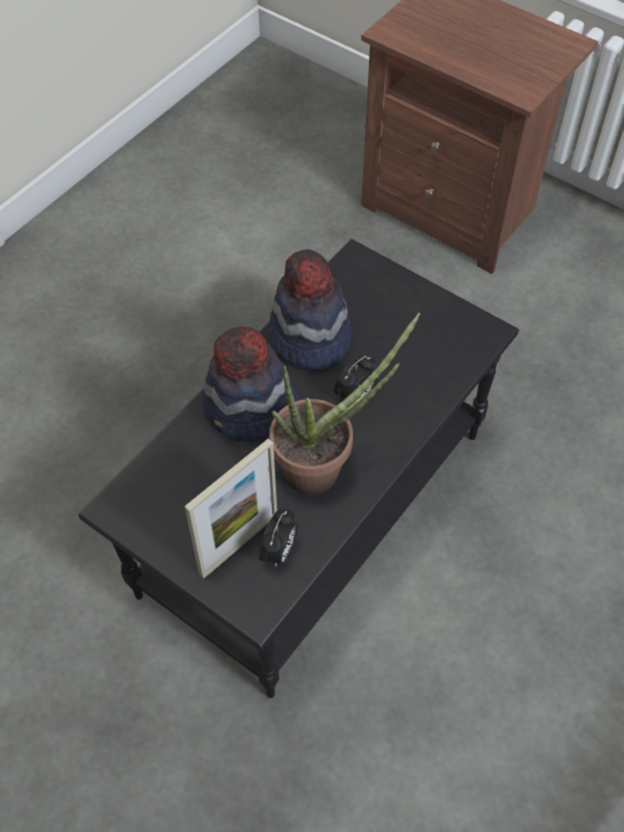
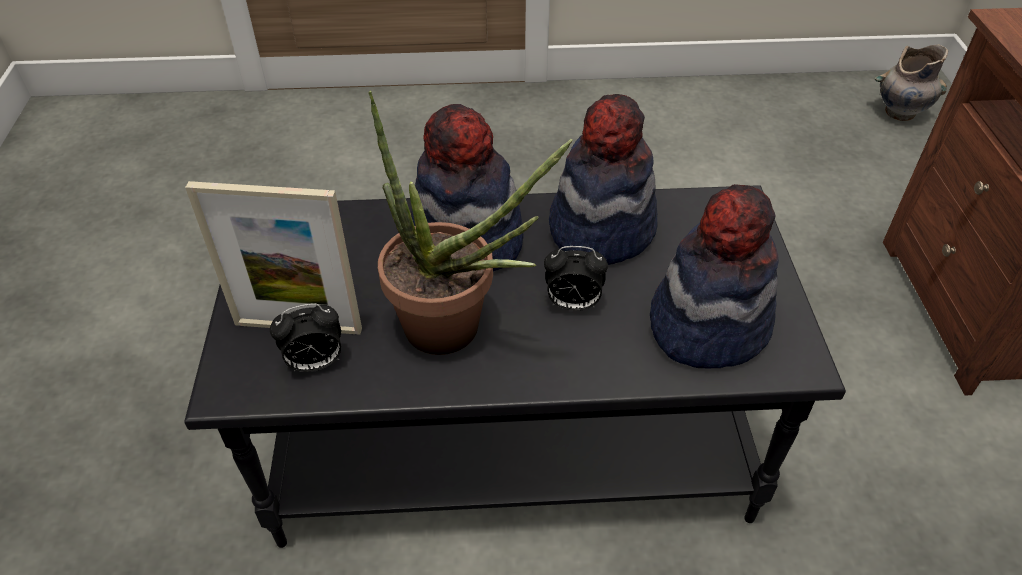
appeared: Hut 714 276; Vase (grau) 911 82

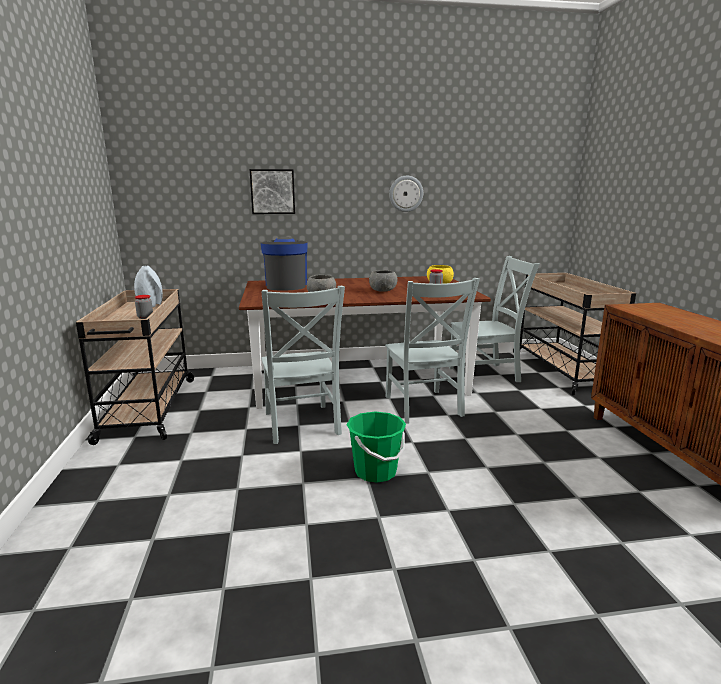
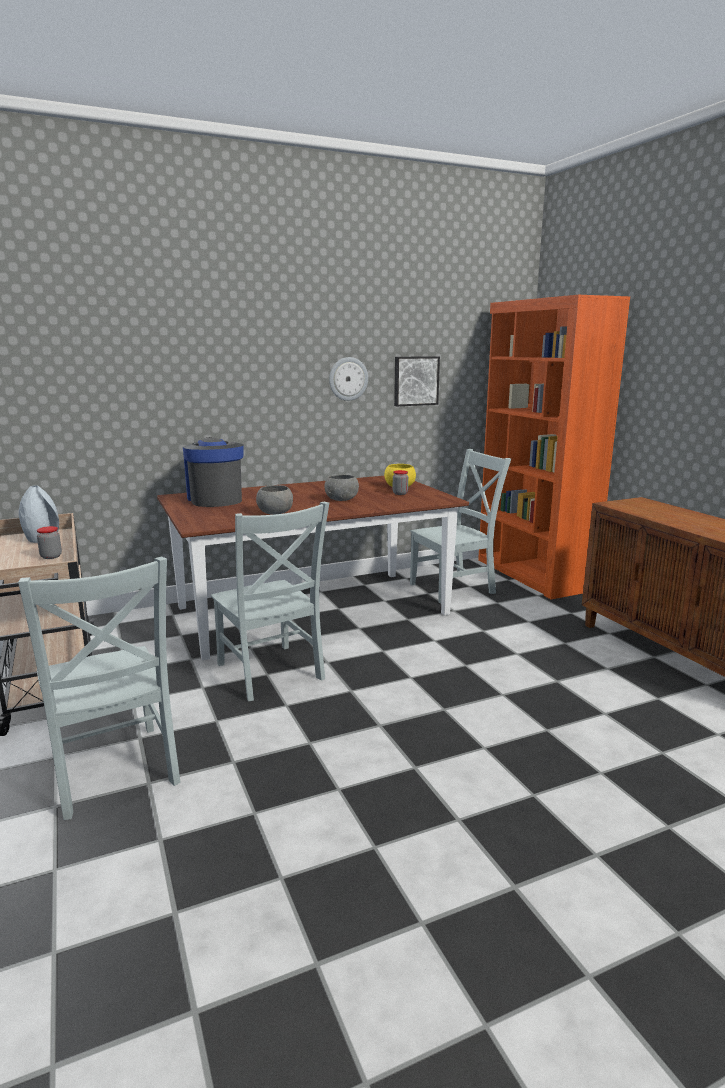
missing: Eimer (grün) 376 447
relocated: Bild 272 191 to 417 381; Stuhl (grau) 432 350 to 99 688
exchanged: Rollwagen (beige) 574 334 to Bücherregal (orange) 554 447

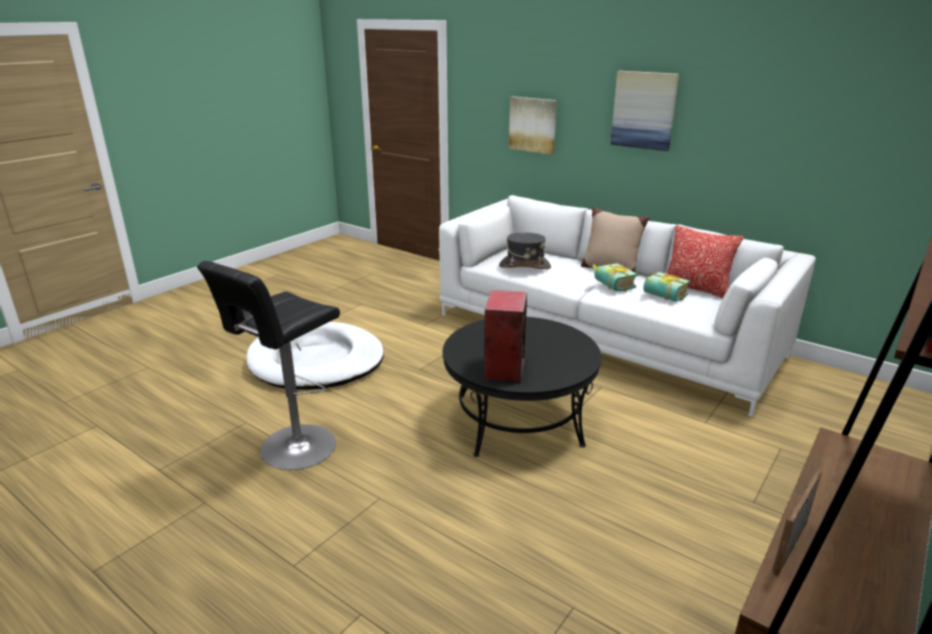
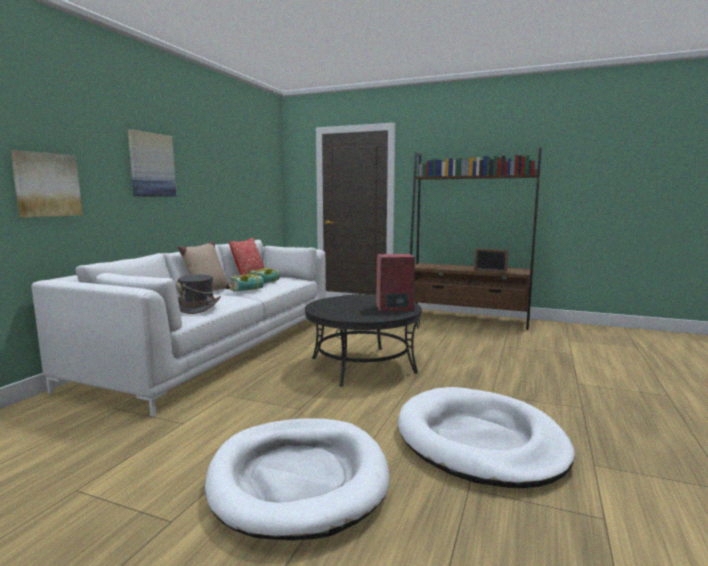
exchanged: Hocker (schwarz) 268 365 to Hundebett (weiß) 486 437

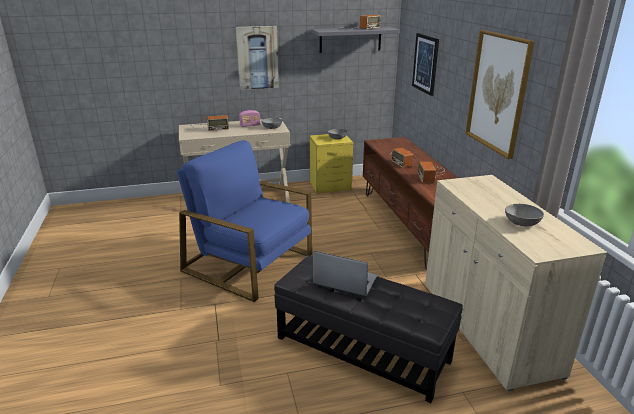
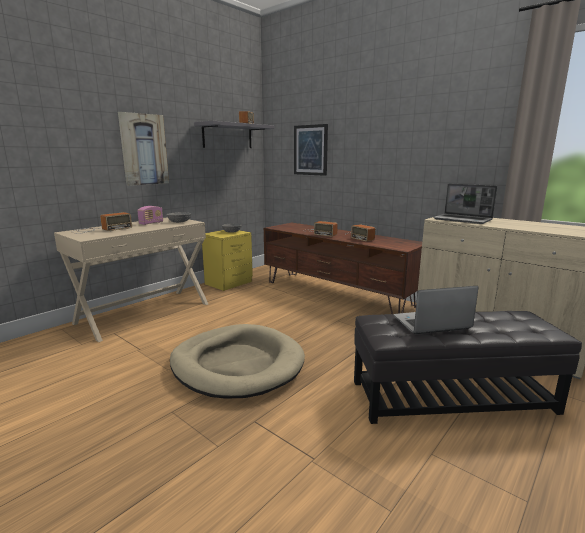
missing: Bild 500 94; Schüssel (grau) 524 215
appeared: Laptop 465 203
exchanged: Sessel (blau) 244 221 to Hundebett (beige) 237 361

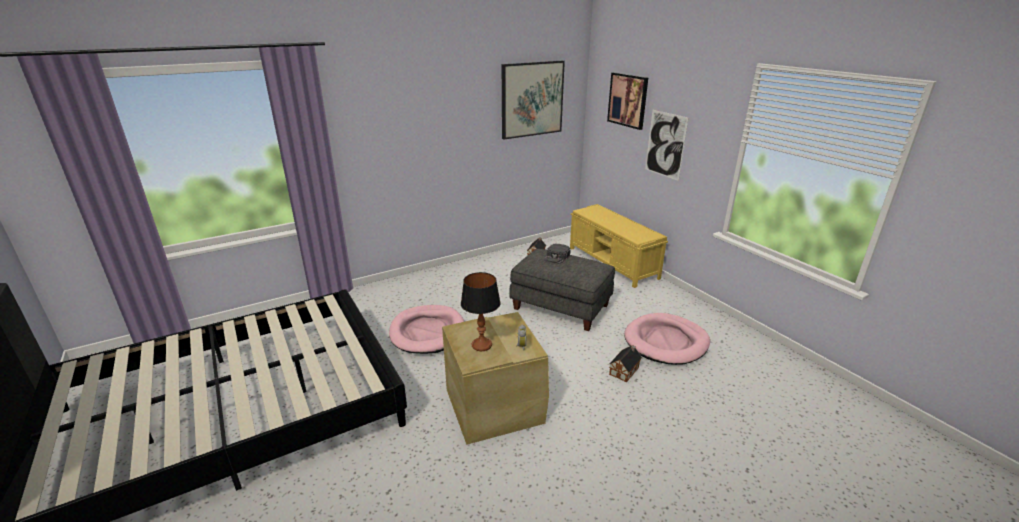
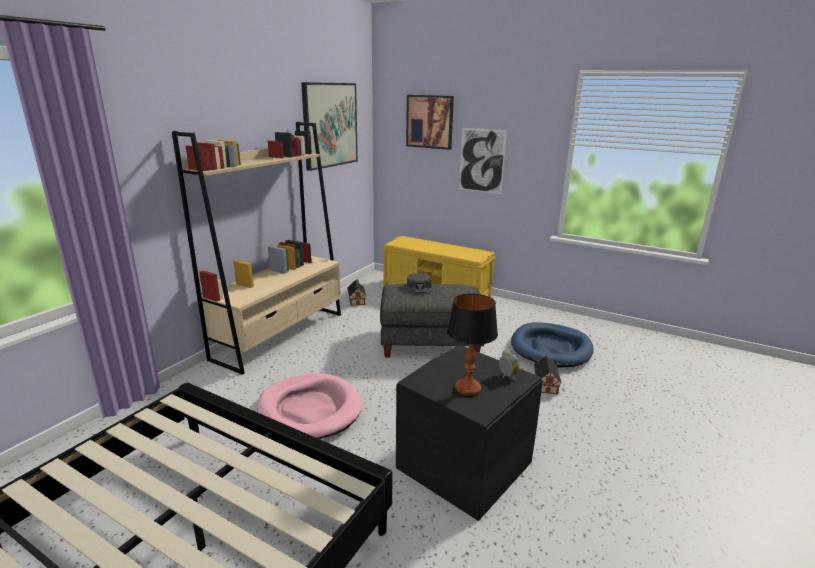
appeared: Bücherregal (beige) 256 248
colour: Aufbewahrungsbox (beige) 495 378 to Aufbewahrungsbox (schwarz) 469 433; Hundebett (rosa) 667 339 to Hundebett (blau) 552 345

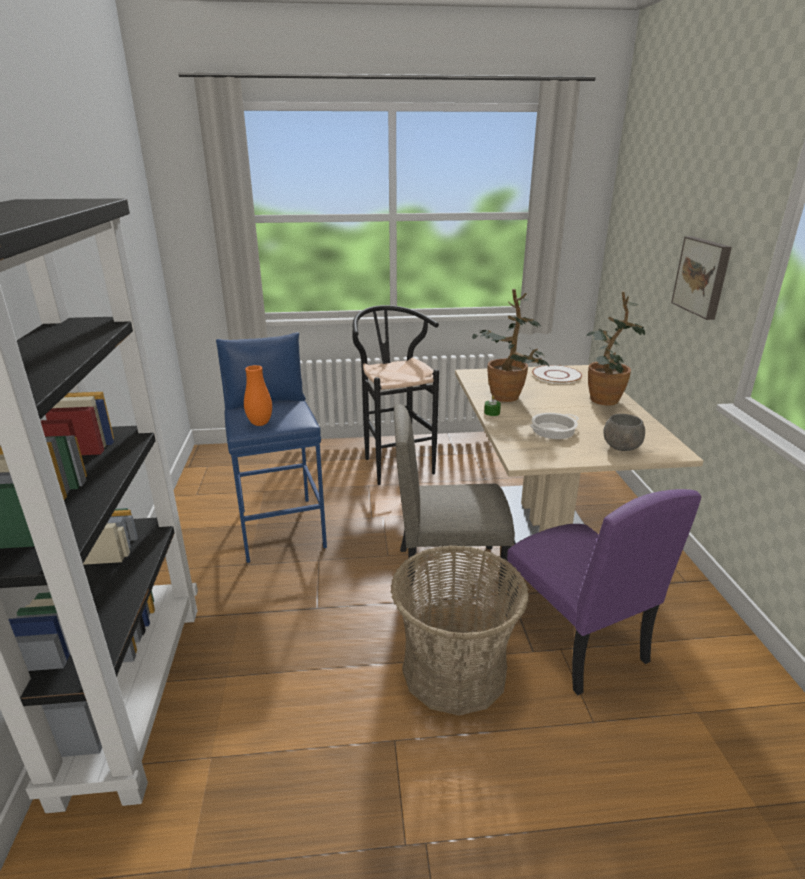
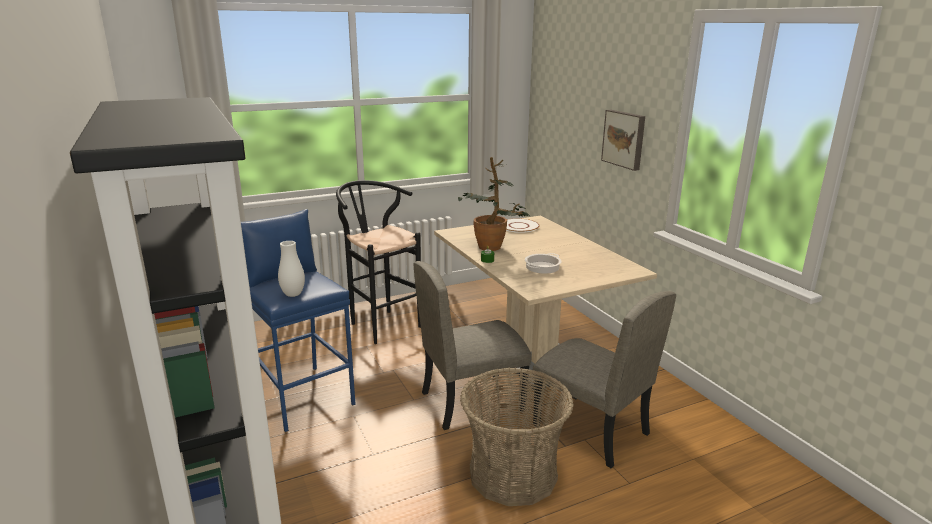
missing: Topfpflanze 615 348; Schüssel (grau) 624 432
colour: Vase (orange) 258 395 to Vase (weiß) 291 269; Stuhl (lila) 603 592 to Stuhl (beige) 604 379

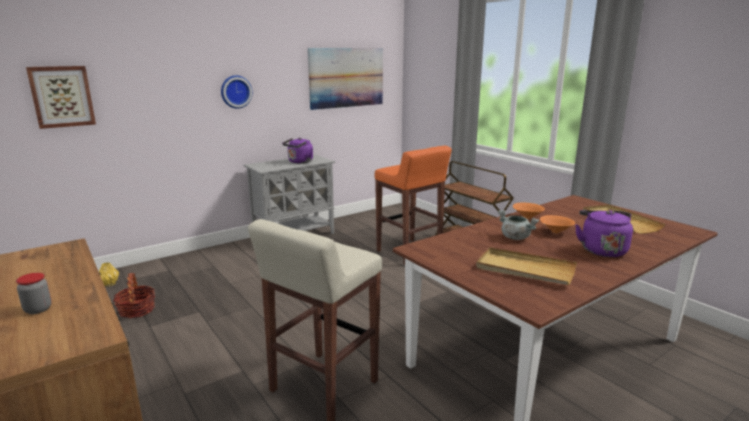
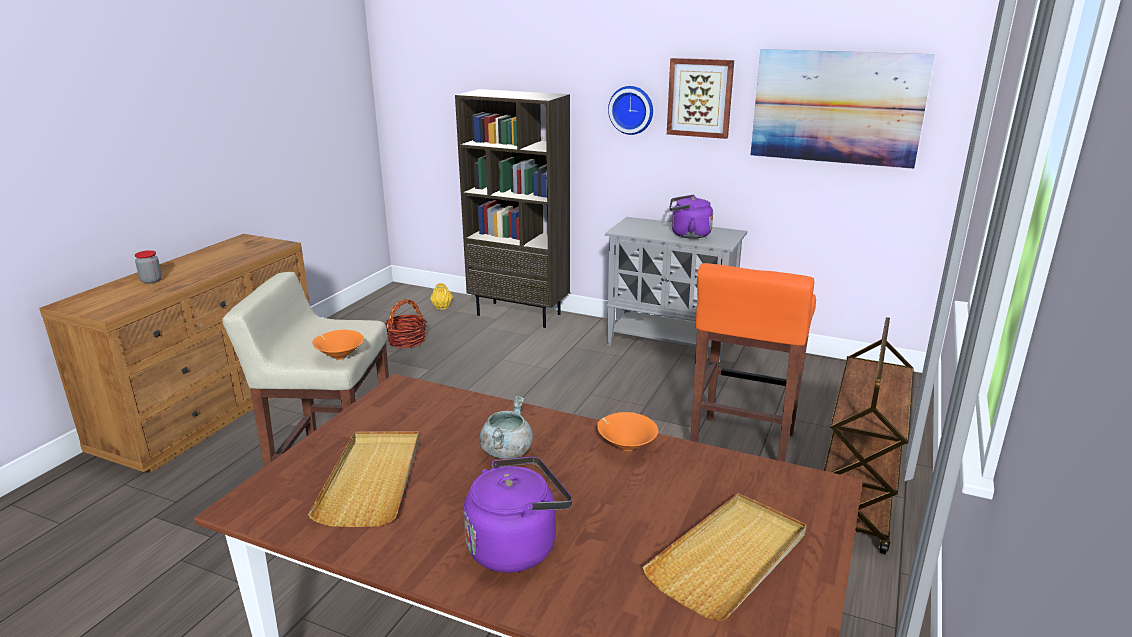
appeared: Bücherregal (braun) 512 208
relocated: Bild 61 97 to 700 98; Schüssel (orange) 557 224 to 338 345

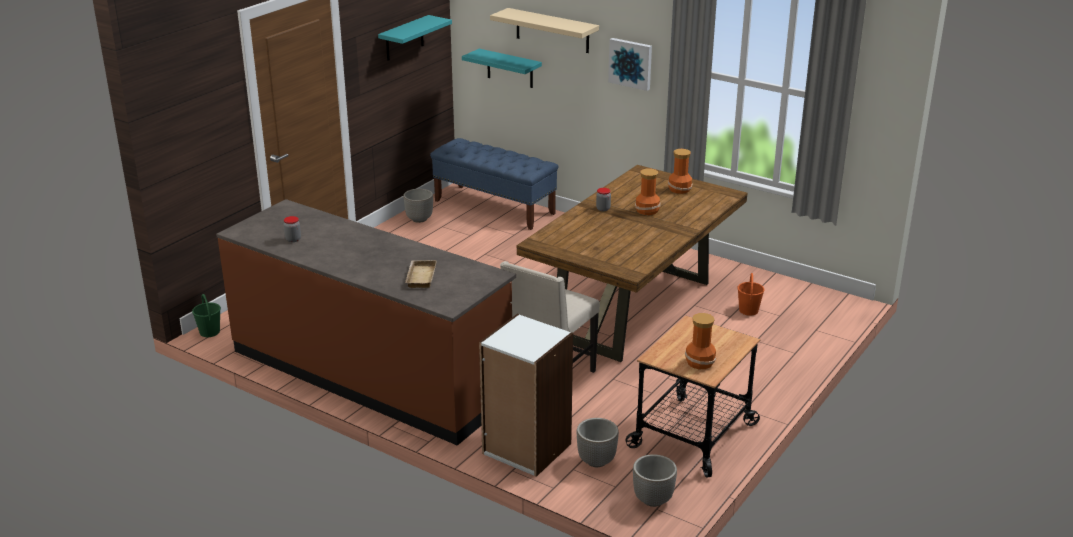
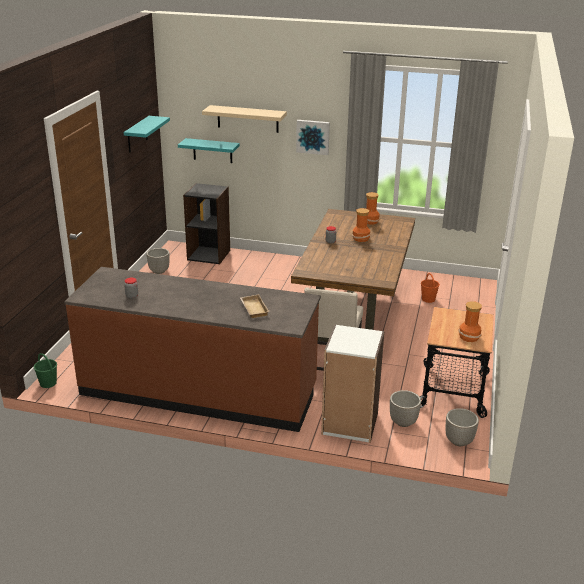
exchanged: Bank (blau) 494 184 to Bücherregal (schwarz) 206 223

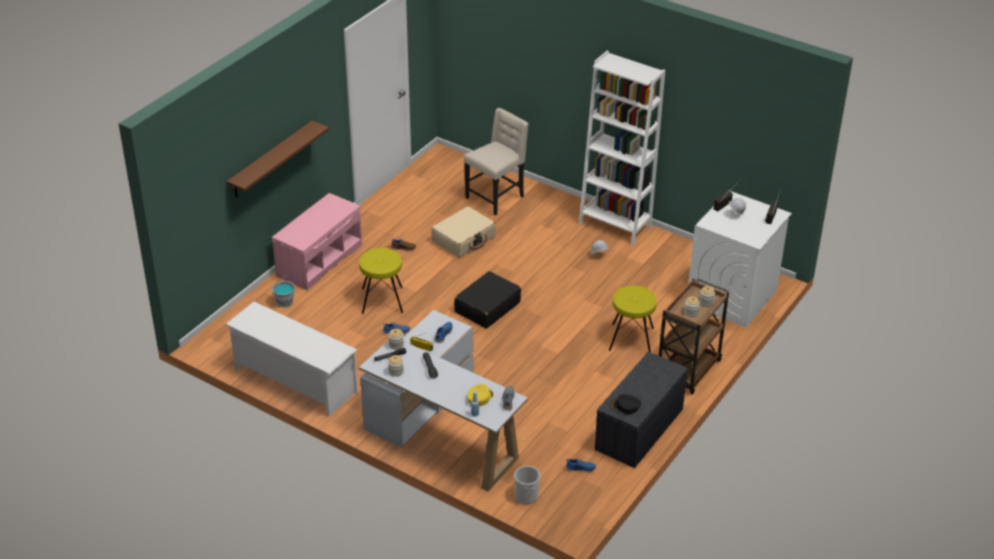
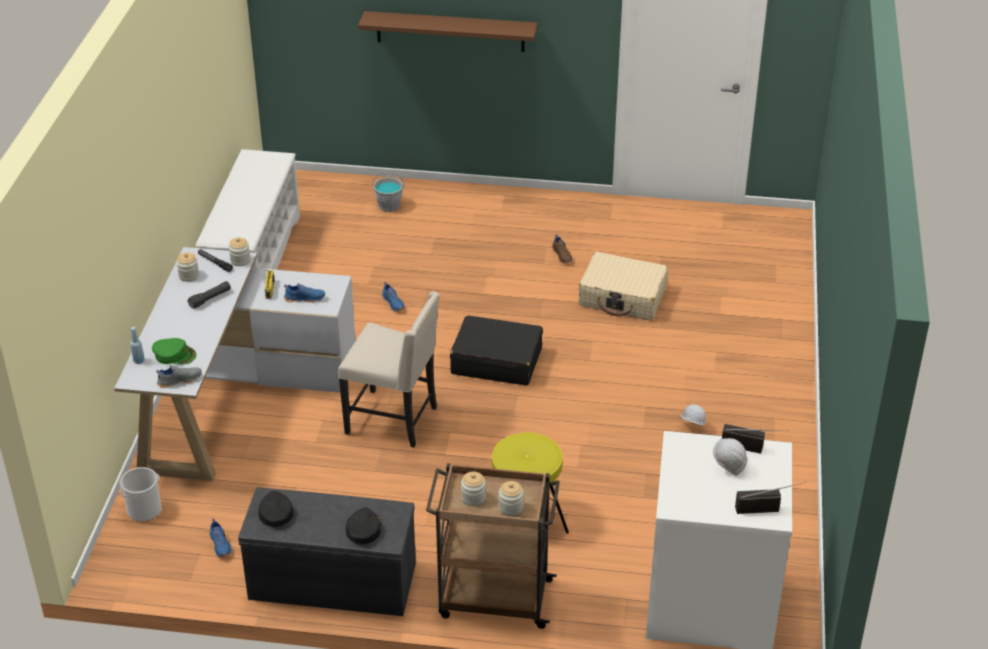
missing: Bank (rosa) 317 242; Hocker (gelb) 381 281; Bücherregal (weiß) 622 148
appeared: Kappe (schwarz) 364 525
relocated: Stuhl (beige) 496 162 to 389 370
colour: Kappe (gelb) 480 395 to Kappe (grün) 174 351

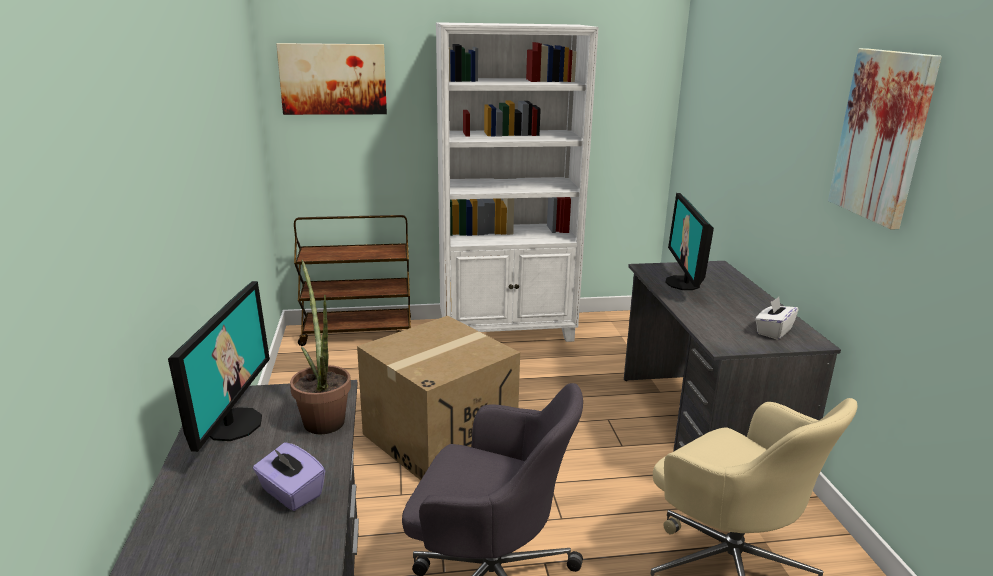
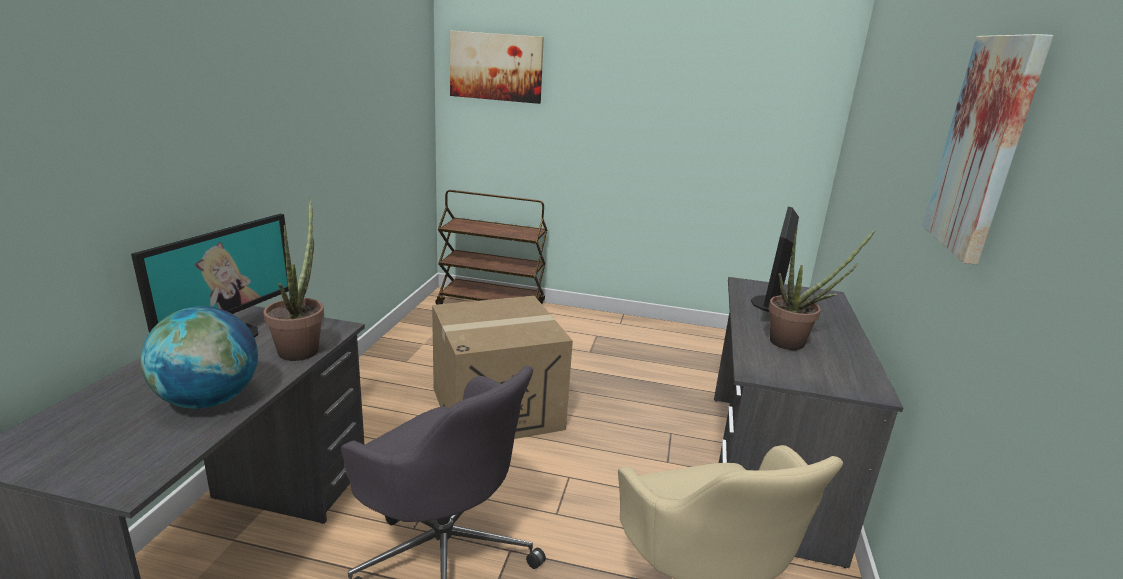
missing: Bücherregal (weiß) 517 182; Taschentuchbox (weiß) 777 318
appeared: Topfpflanze 823 289
exchanged: Taschentuchbox (lila) 289 477 to Globus 199 357

